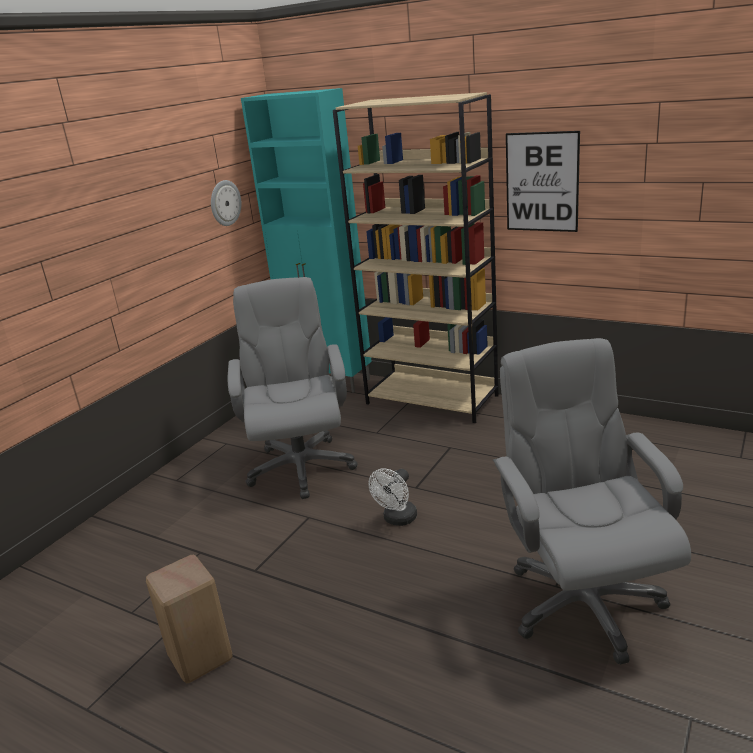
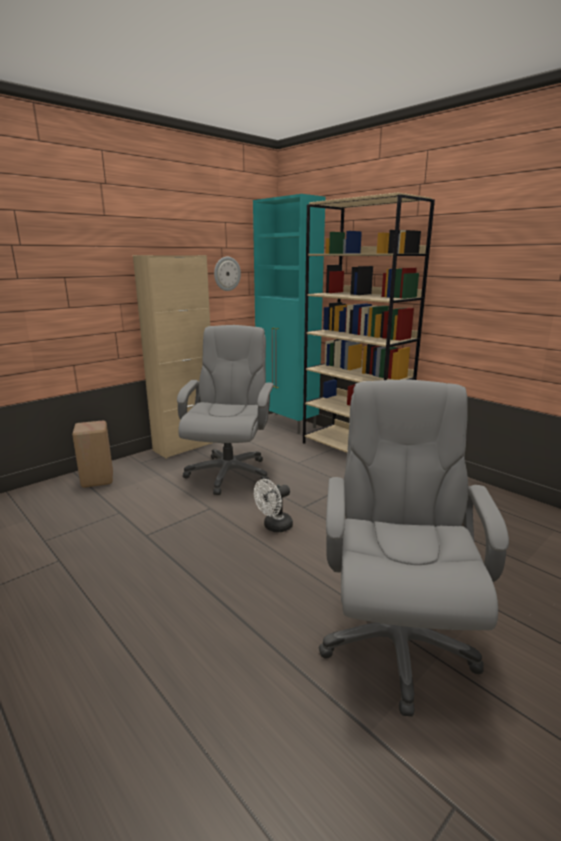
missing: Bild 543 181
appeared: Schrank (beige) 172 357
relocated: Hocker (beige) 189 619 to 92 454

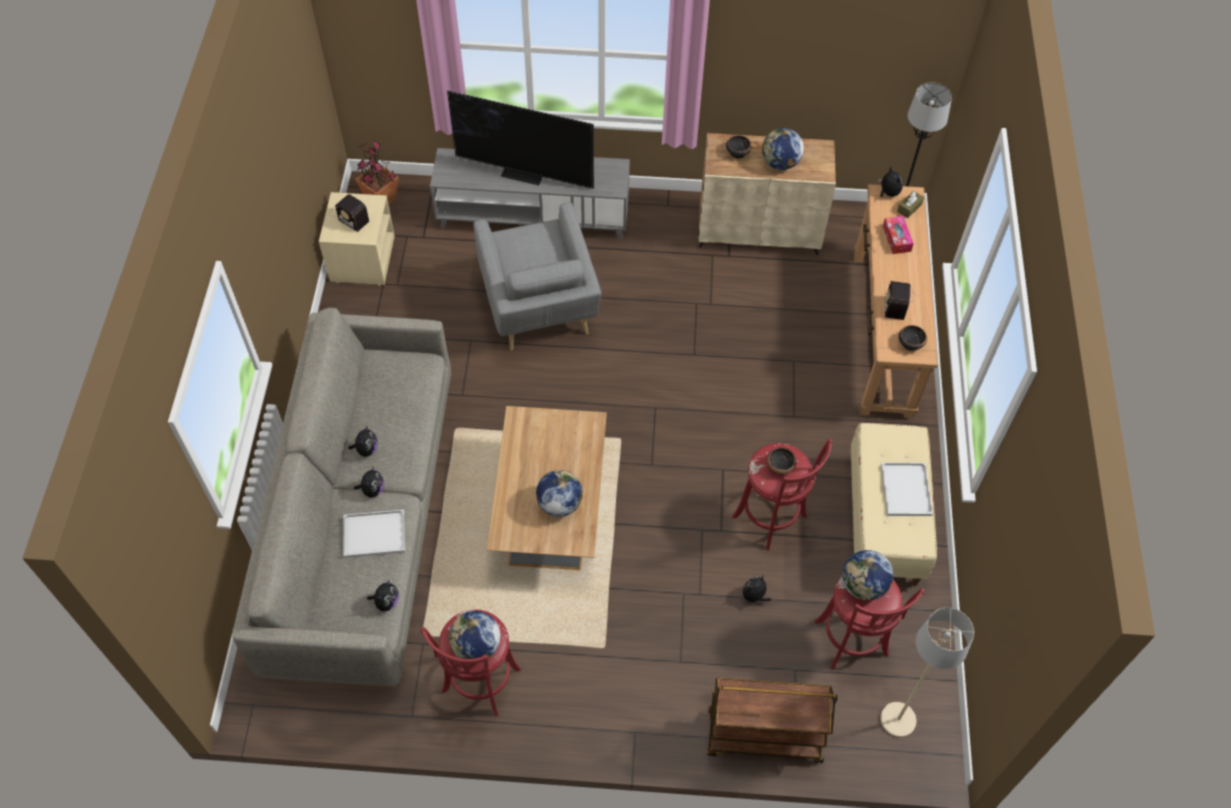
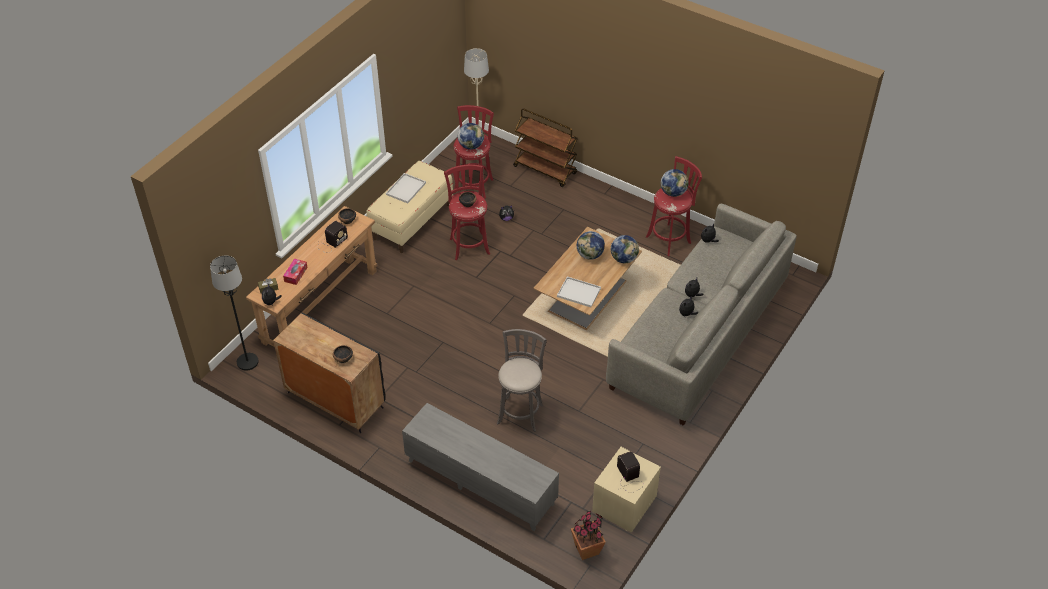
missing: Fernseher 520 139
relocated: Tablett (weiß) 374 534 to 579 291; Globus 783 149 to 625 249
exchanged: Sessel (grau) 537 277 to Hocker (grau) 522 380
colour: Schrank (beige) 767 194 to Schrank (schwarz) 329 372

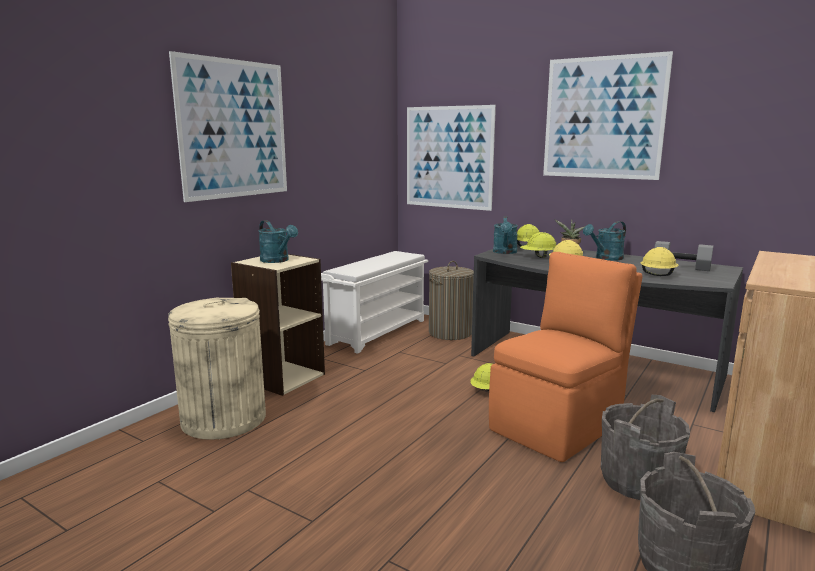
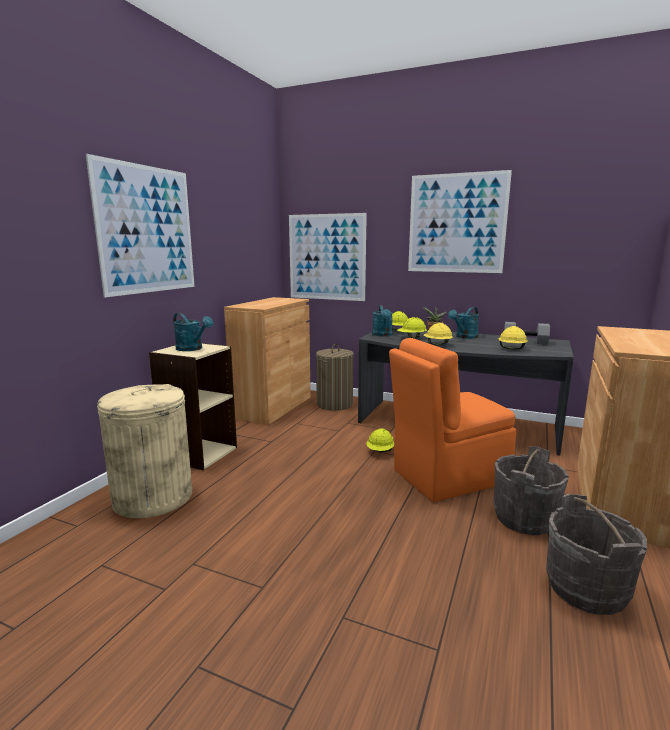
exchanged: Schuhregal (weiß) 374 302 to Schrank (braun) 267 361
spun: Stuhl (orange) 565 357 = 452 420 150 degrees counterclockwise

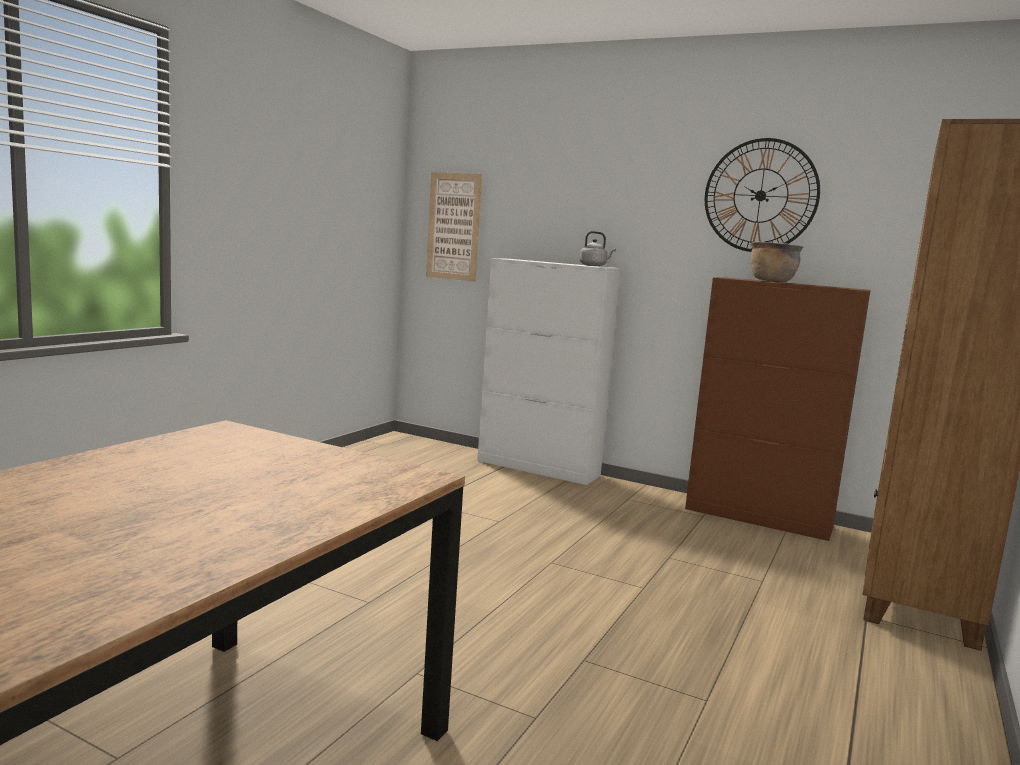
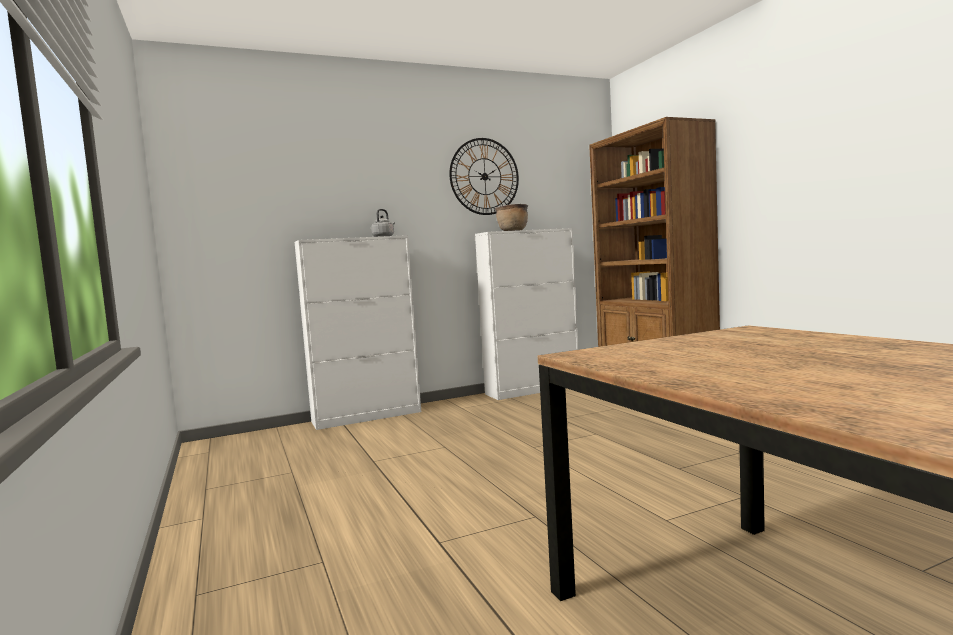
missing: Bild 454 227
colour: Schrank (braun) 778 409 to Schrank (weiß) 527 314

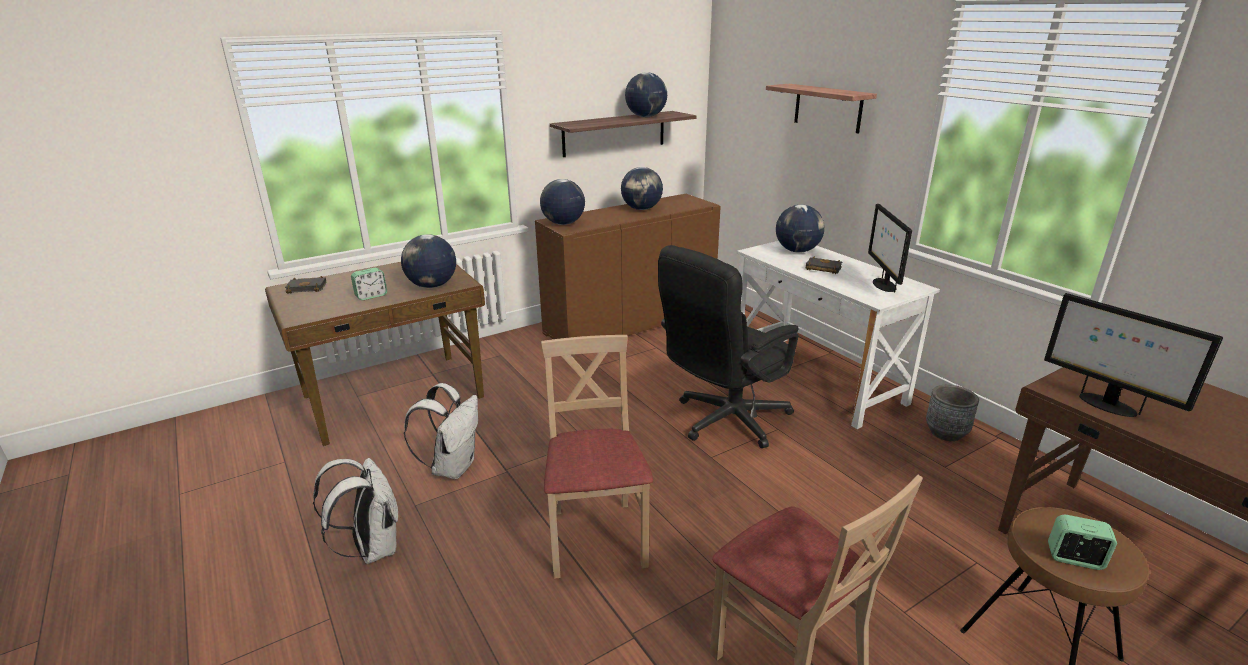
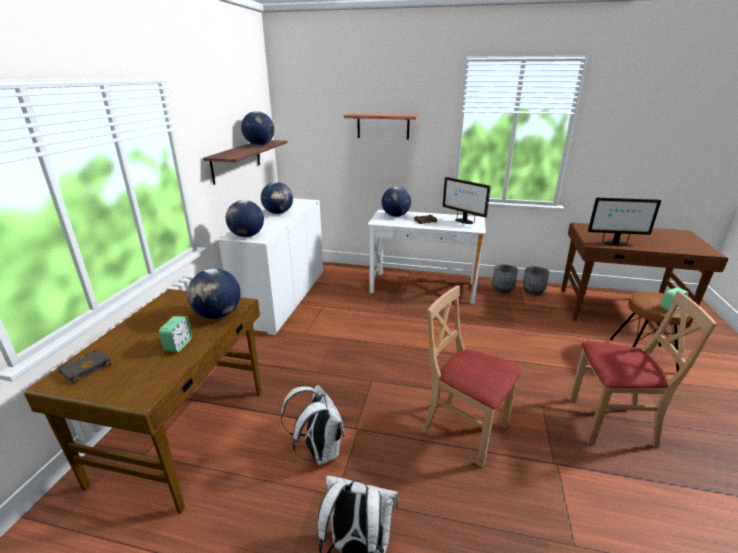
missing: Bürostuhl (schwarz) 728 346
appeared: Pflanzkübel (grau) 535 280
colour: Schrank (braun) 628 266 to Schrank (weiß) 270 266

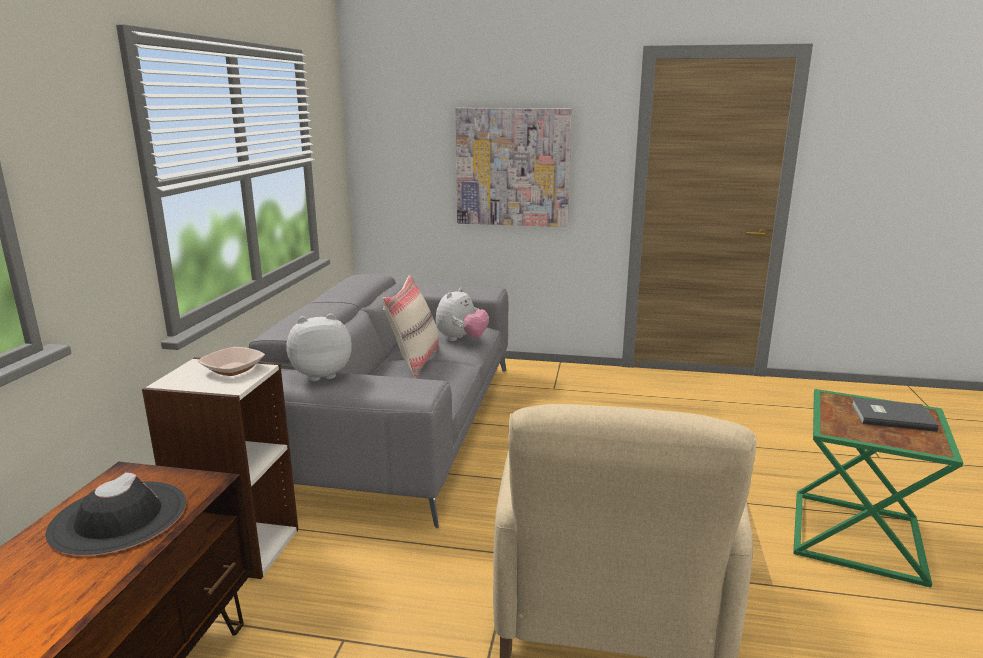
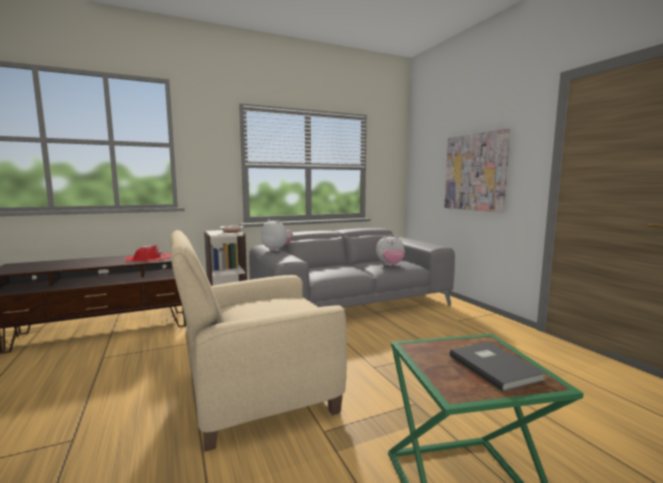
missing: Kissen (beige) 410 326
colour: Hut (schwarz) 115 514 to Hut (rot) 147 253

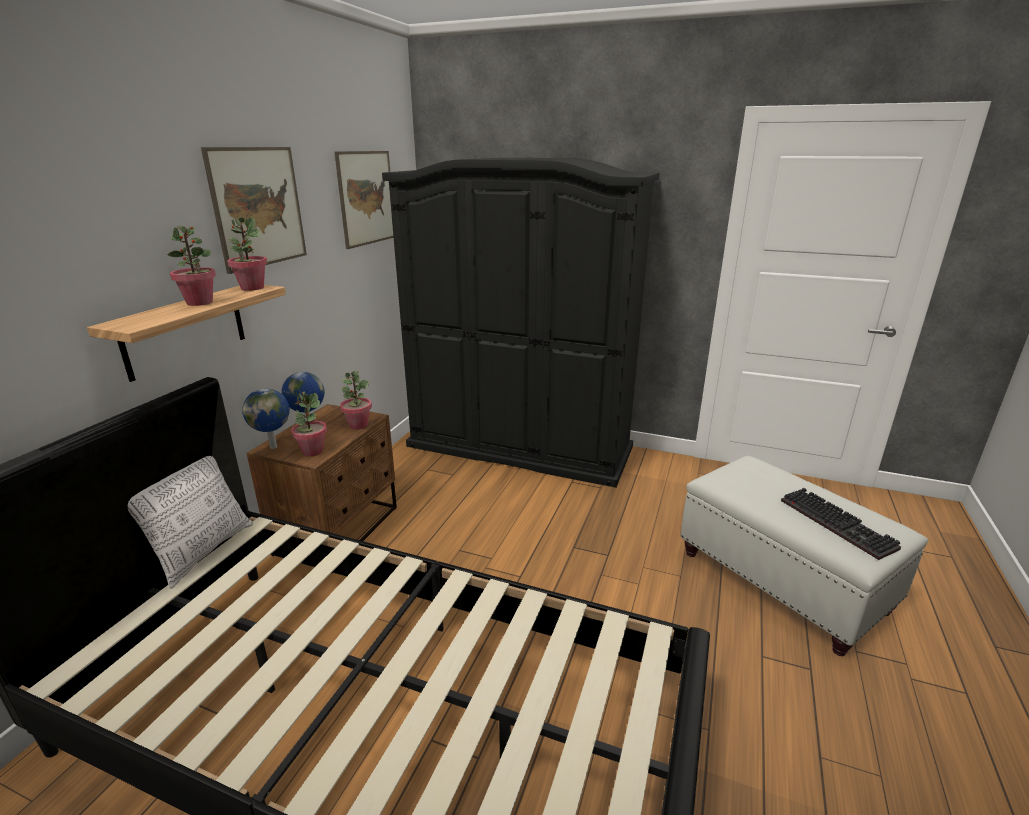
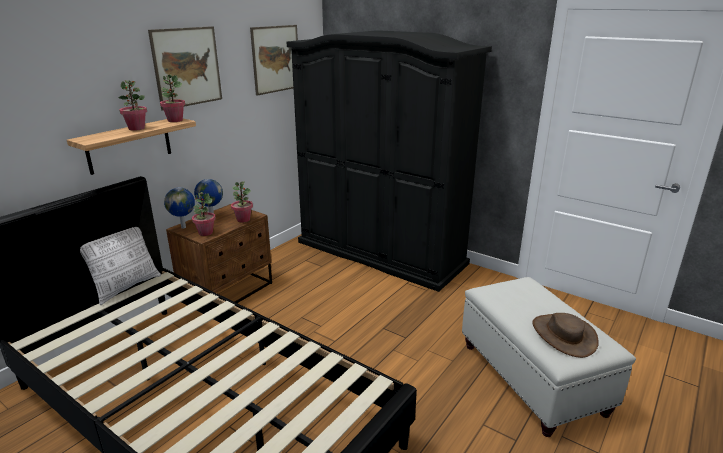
exchanged: Tastatur 841 524 to Hut (braun) 565 335

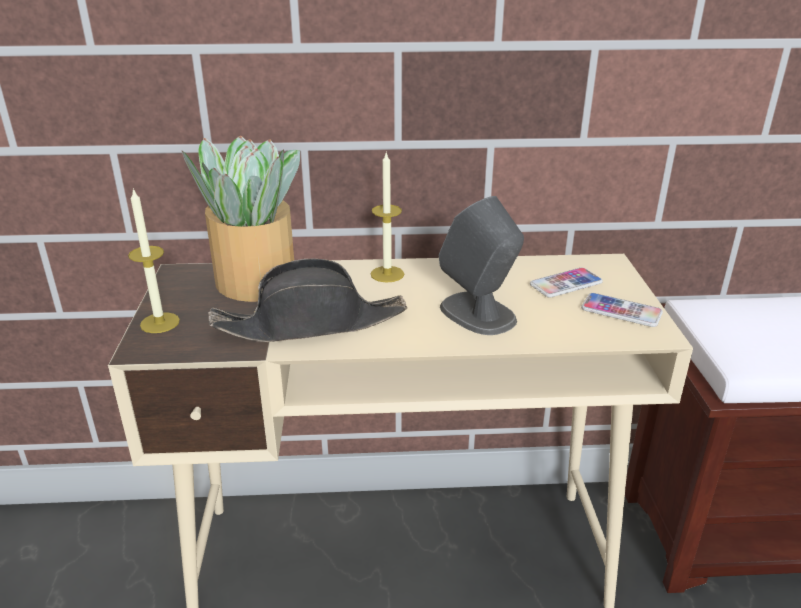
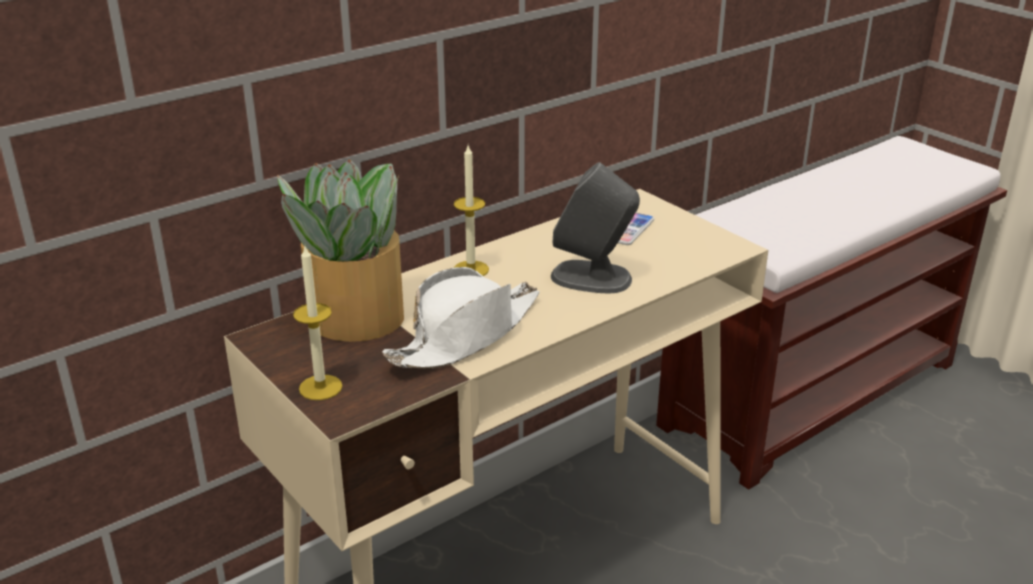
missing: Handy 622 310
colour: Hut (schwarz) 307 300 to Hut (weiß) 461 318

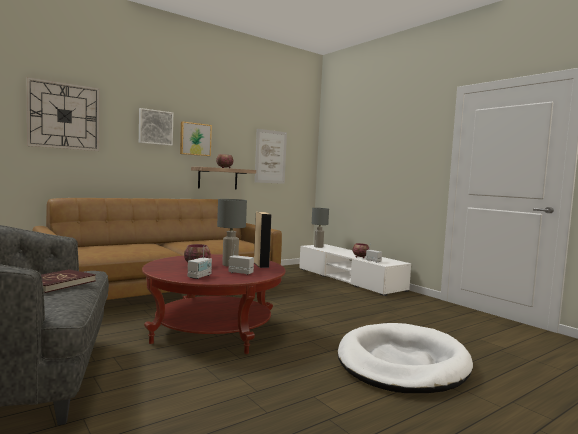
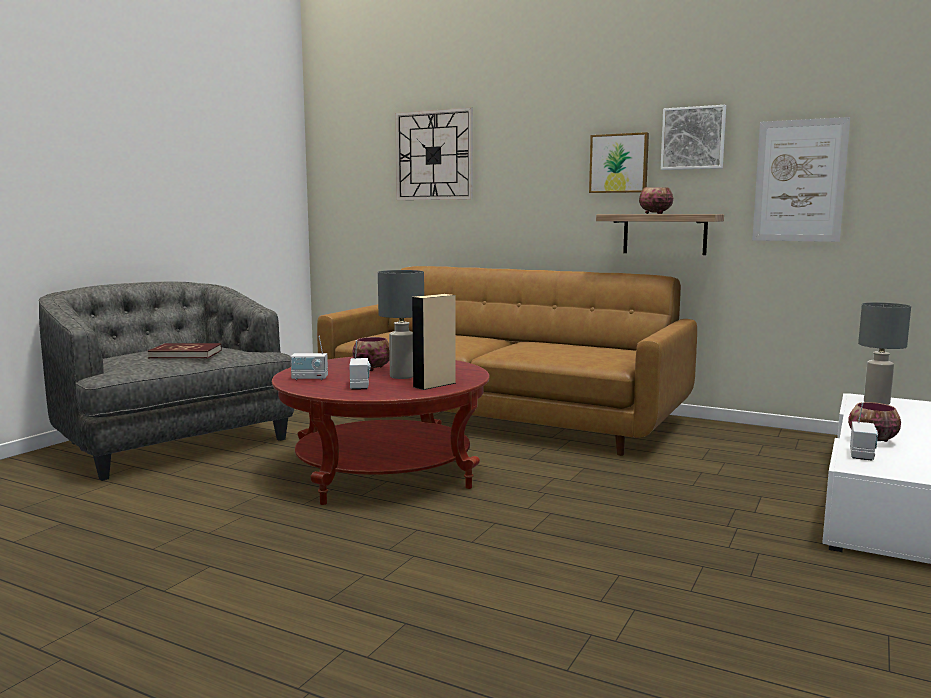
missing: Hundebett (weiß) 405 358
relocated: Bild 156 127 to 693 137

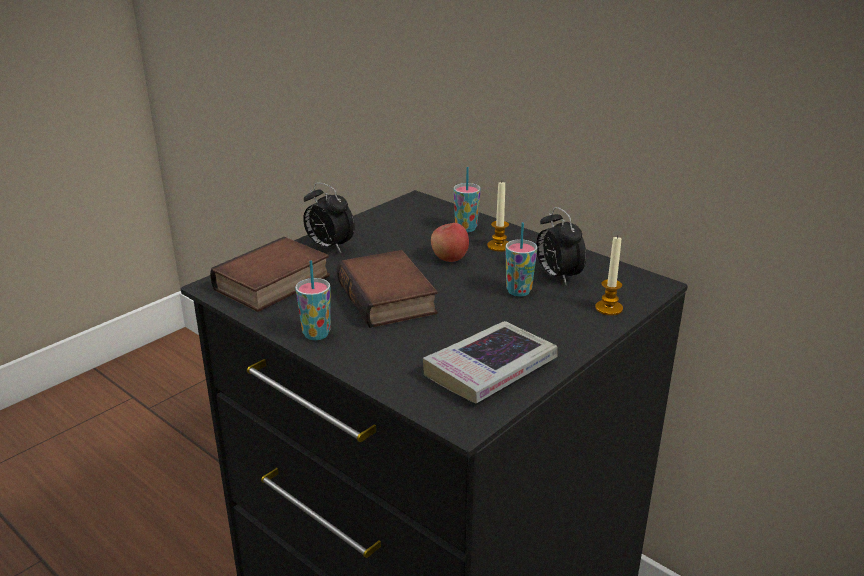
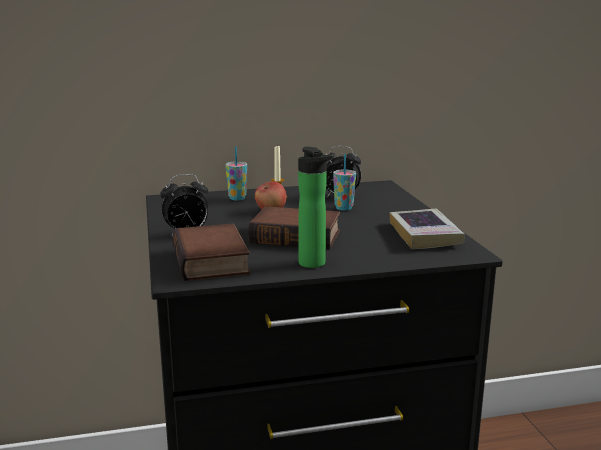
missing: Kerze 609 275
exchanged: Tasse 312 300 to Flasche 316 207

